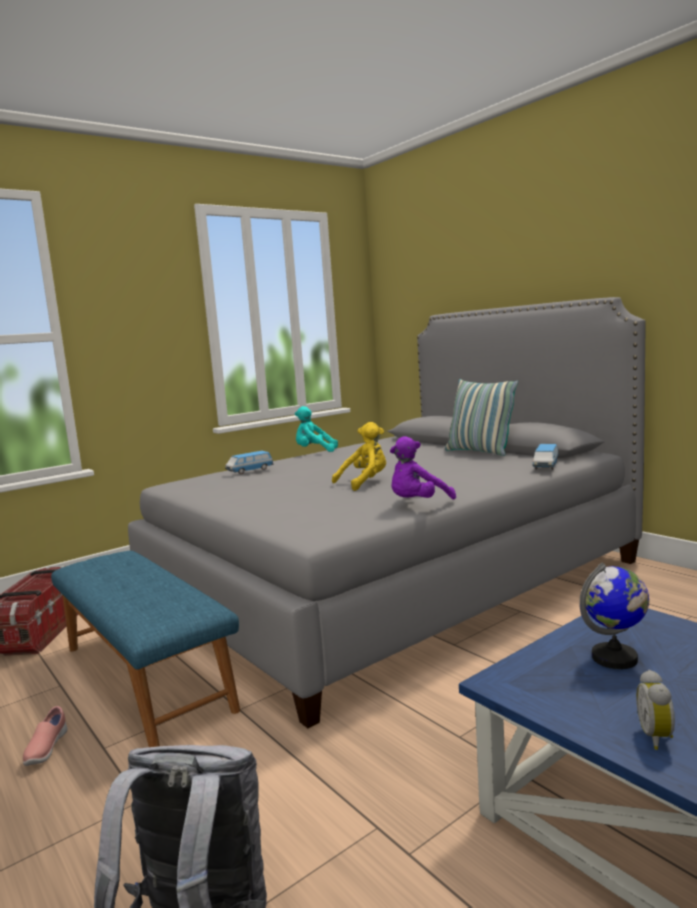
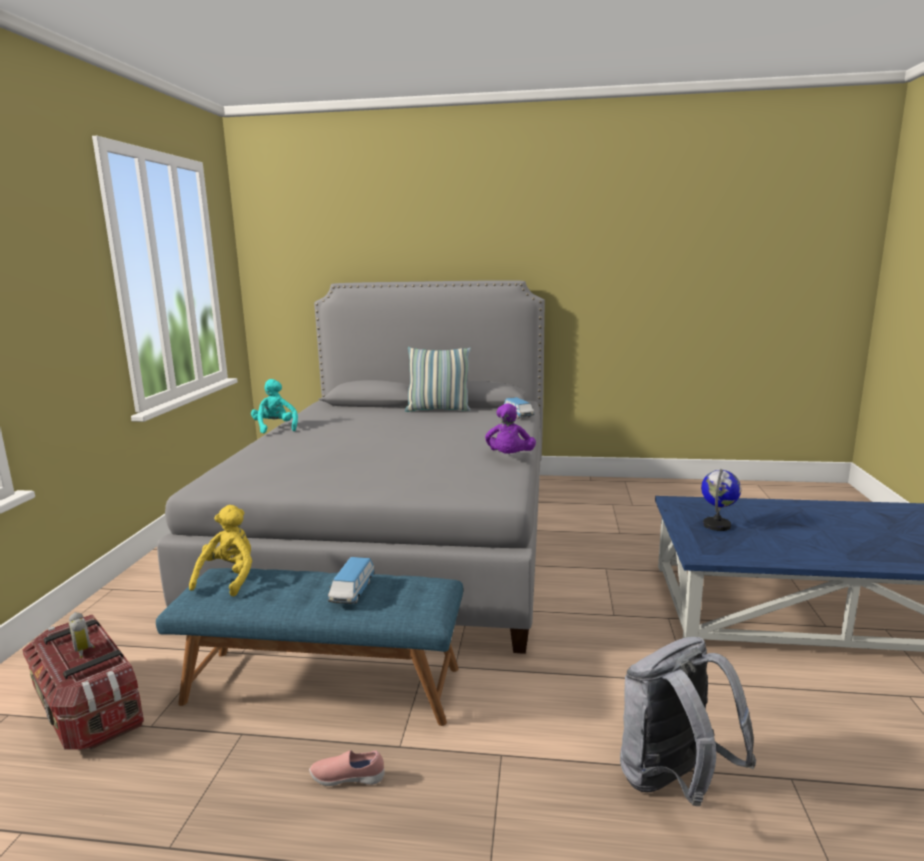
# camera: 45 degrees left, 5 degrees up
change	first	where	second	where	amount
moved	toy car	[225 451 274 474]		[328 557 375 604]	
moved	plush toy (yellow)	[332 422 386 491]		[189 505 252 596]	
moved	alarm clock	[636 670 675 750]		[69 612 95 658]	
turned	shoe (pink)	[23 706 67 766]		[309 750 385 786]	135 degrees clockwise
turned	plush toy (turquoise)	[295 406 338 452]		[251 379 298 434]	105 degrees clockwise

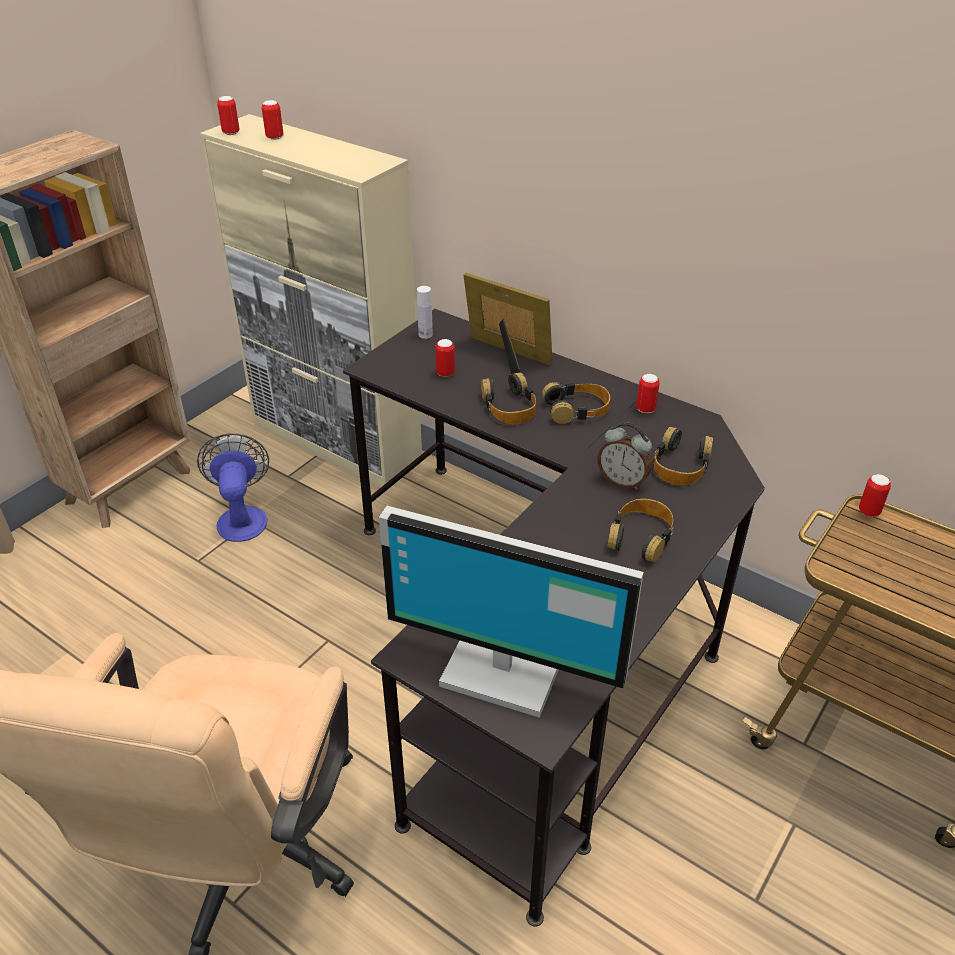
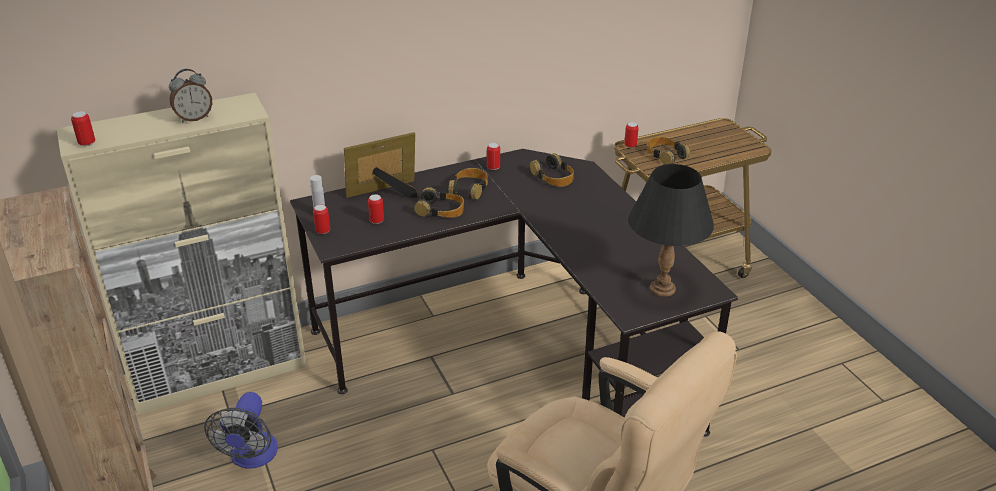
# camera: 60 degrees left, 5 degrees down
change	first	where	second	where	amount
moved	can	[262 100 284 140]		[313 204 330 234]	
moved	alarm clock	[598 422 652 490]		[169 69 212 122]	
moved	headphones	[607 499 674 562]		[647 137 690 165]	
replaced	monitor	[379 506 644 718]	table lamp (black)	[628 164 714 297]	
turned	fan	[197 434 269 542]		[204 392 278 469]	105 degrees counterclockwise

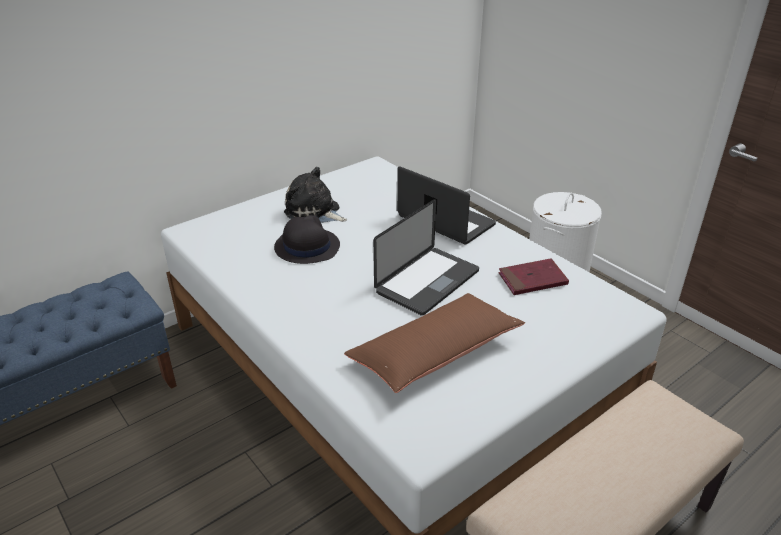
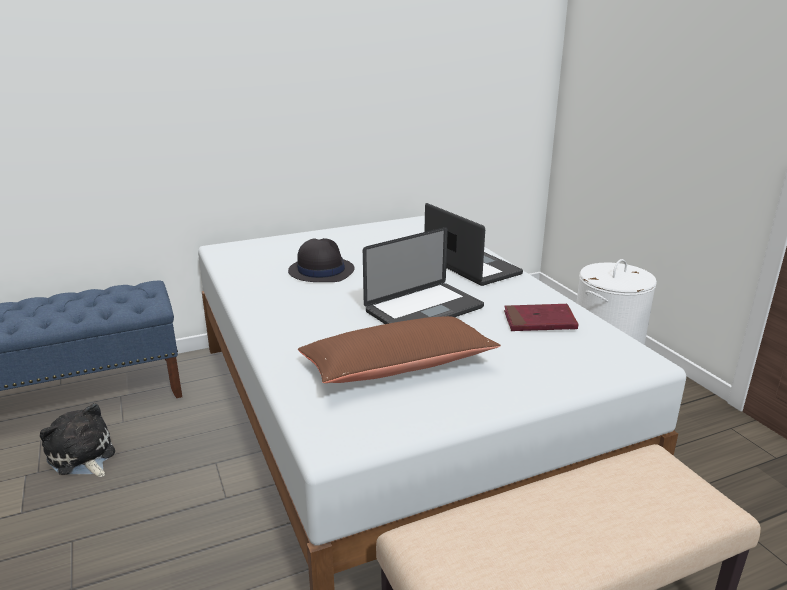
# camera: 15 degrees right, 10 degrees down
change	first	where	second	where	amount
moved	plush toy	[284 167 347 223]		[40 403 115 477]	

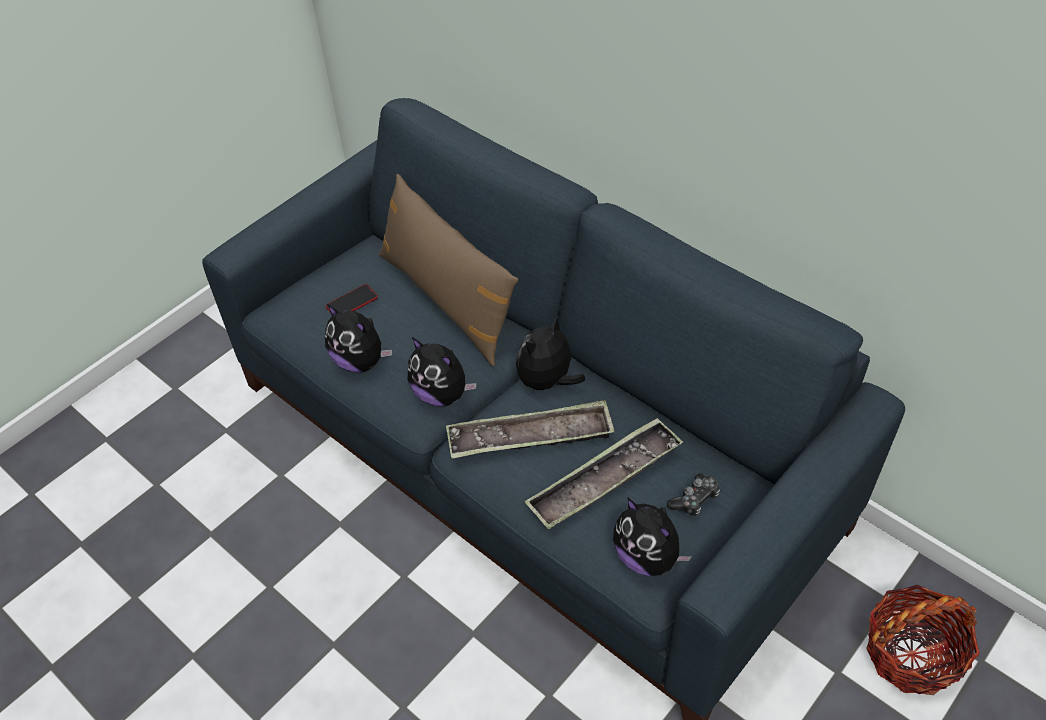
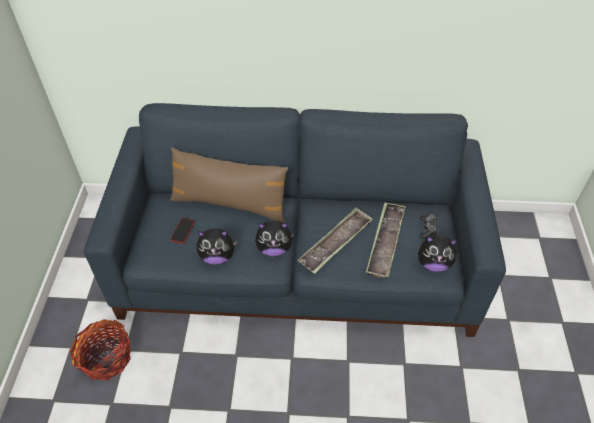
# camera: 40 degrees left, 0 degrees up
change	first	where	second	where	amount
removed	plush toy	[516 315 585 395]			
moved	basket	[866 585 980 695]		[70 319 131 380]	

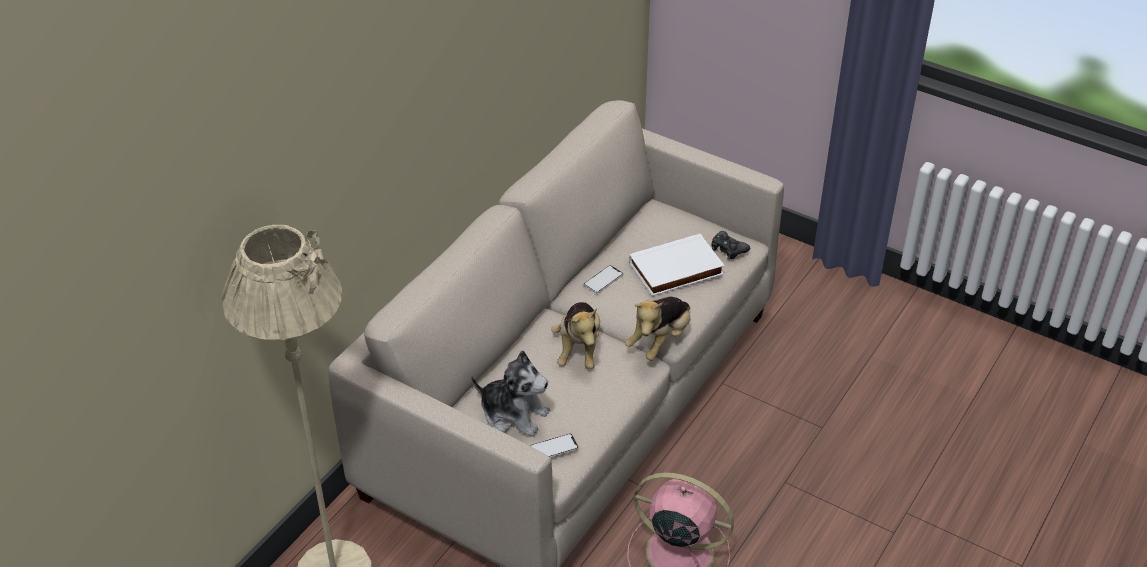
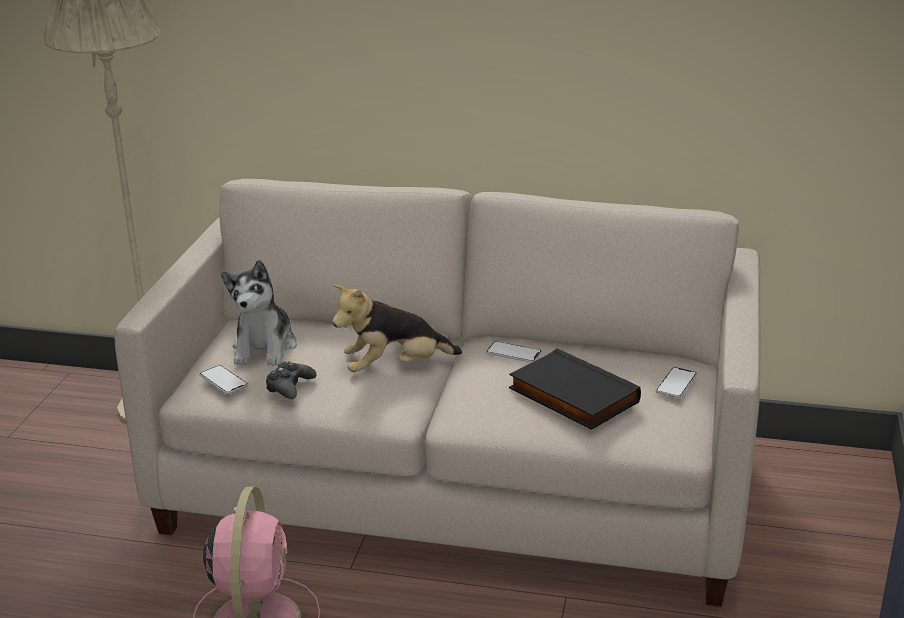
# camera: 70 degrees right, 15 degrees down
change	first	where	second	where	amount
removed	plush toy	[625 297 691 361]			
added			phone	[656 367 697 398]	
moved	game controller (black)	[711 231 750 260]		[266 361 316 399]	
recoloured	book (white)	[629 234 725 296]	book (black)	[509 348 641 430]	

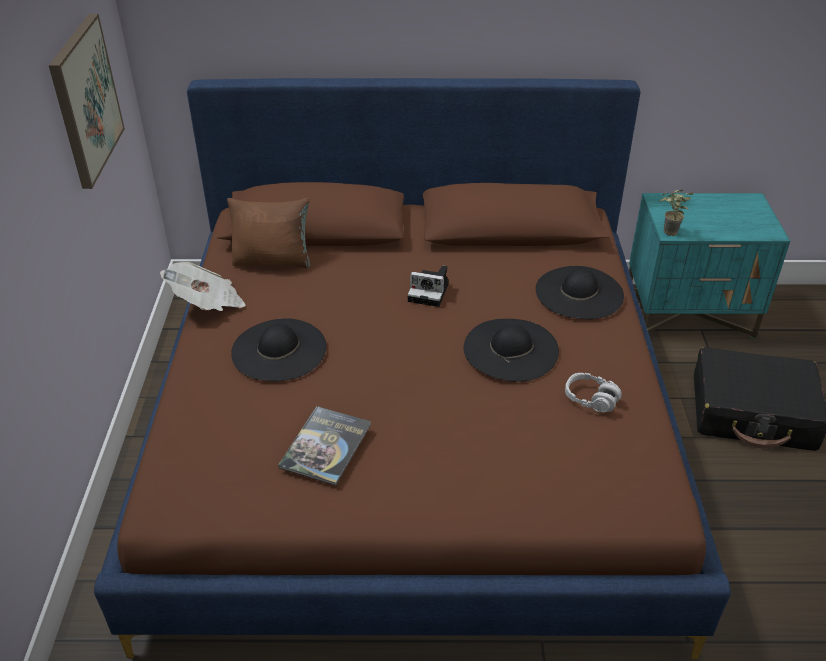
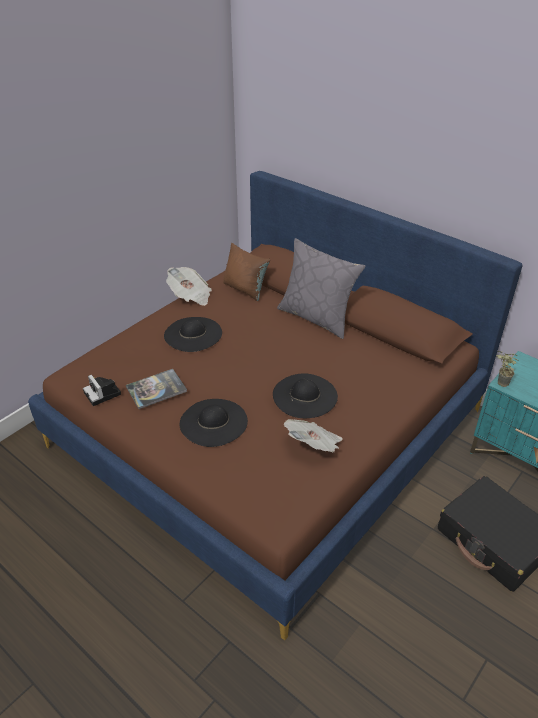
# camera: 40 degrees right, 0 degrees up
change	first	where	second	where	amount
removed	picture	[49 14 125 189]			
added			pillow (grey)	[277 238 365 339]	
moved	photo camera	[407 265 449 307]		[83 374 121 406]	
moved	hat (black)	[536 266 624 319]		[180 399 248 447]	
replaced	headphones (grey)	[565 373 622 412]	newspaper	[284 419 343 453]	

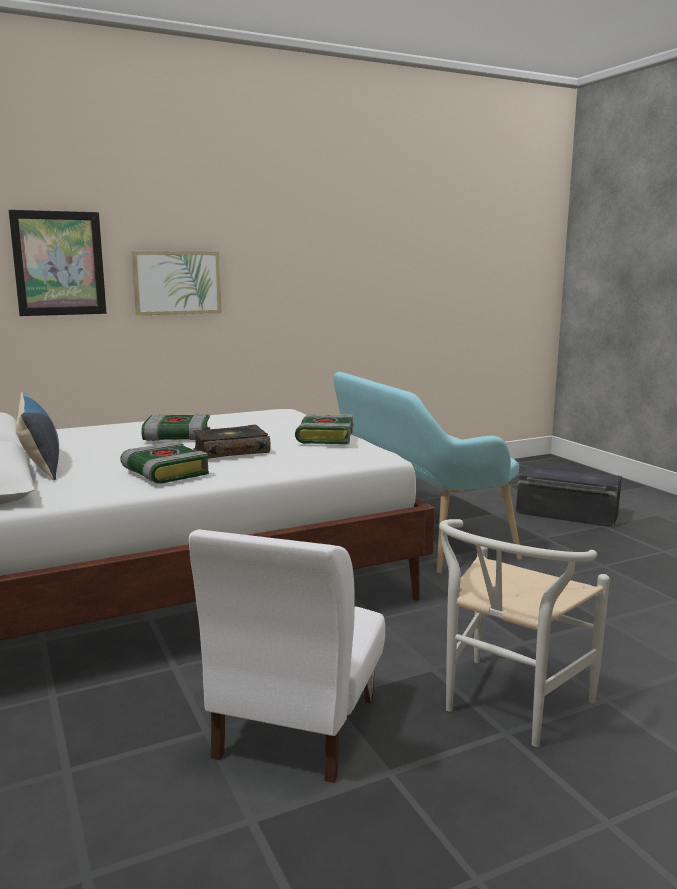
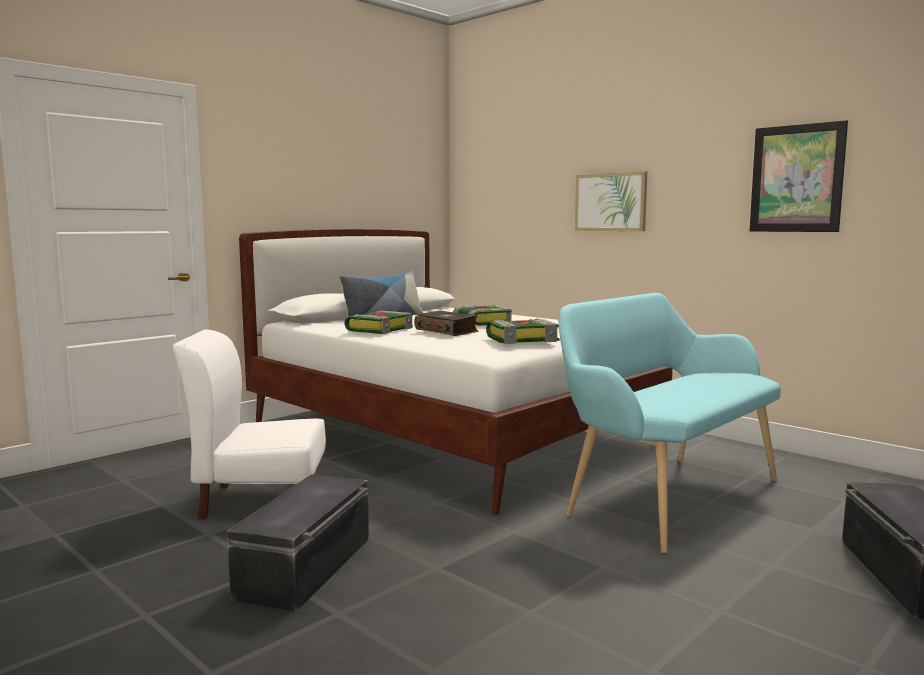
# camera: 70 degrees right, 5 degrees down
change	first	where	second	where	amount
moved	picture	[9 210 107 316]		[750 120 848 232]	
replaced	chair (white)	[439 519 610 747]	storage box (black)	[227 474 369 612]	

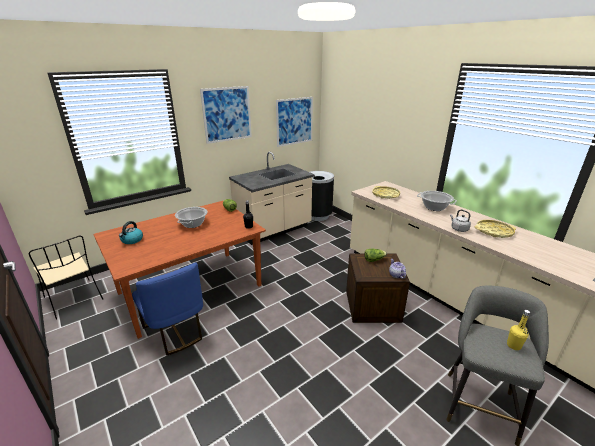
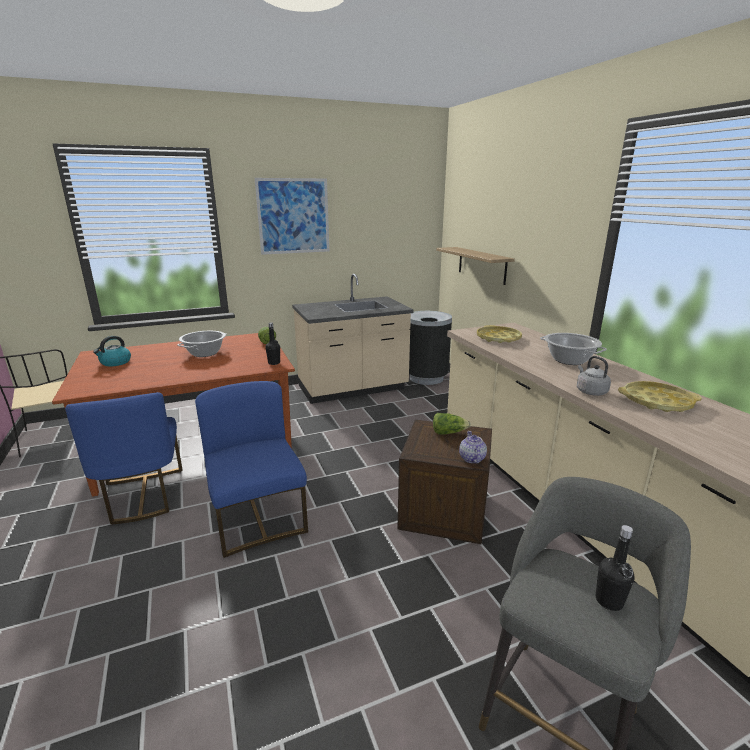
# camera: 15 degrees right, 5 degrees down
change	first	where	second	where	amount
removed	picture	[276 97 313 147]			
added			chair (blue)	[195 381 308 558]	
added			shelf	[436 247 515 285]	
recoloured	bottle (yellow)	[507 310 530 350]	bottle (black)	[596 525 635 611]	

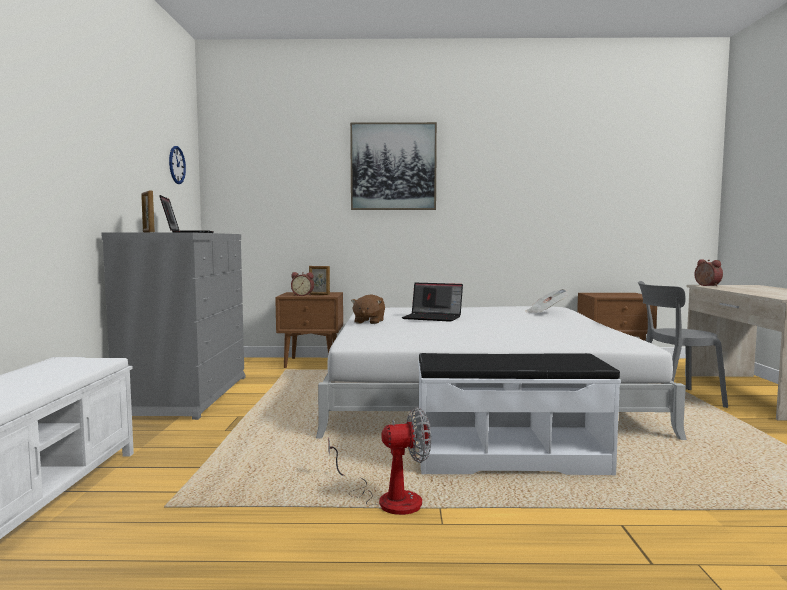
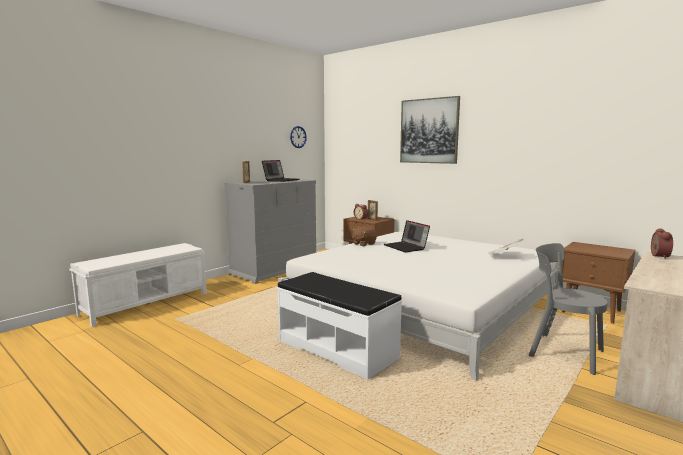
# camera: 40 degrees right, 5 degrees up
change	first	where	second	where	amount
removed	fan	[328 407 431 515]			

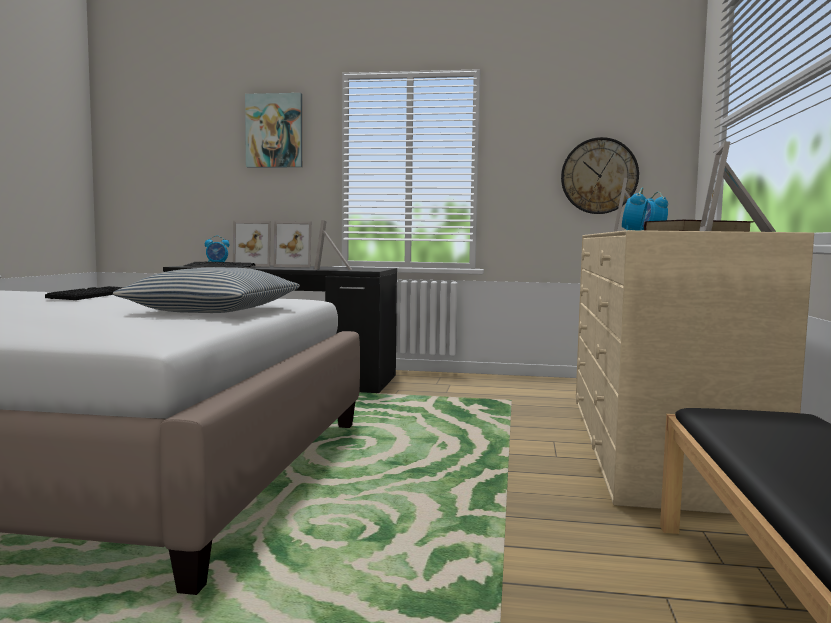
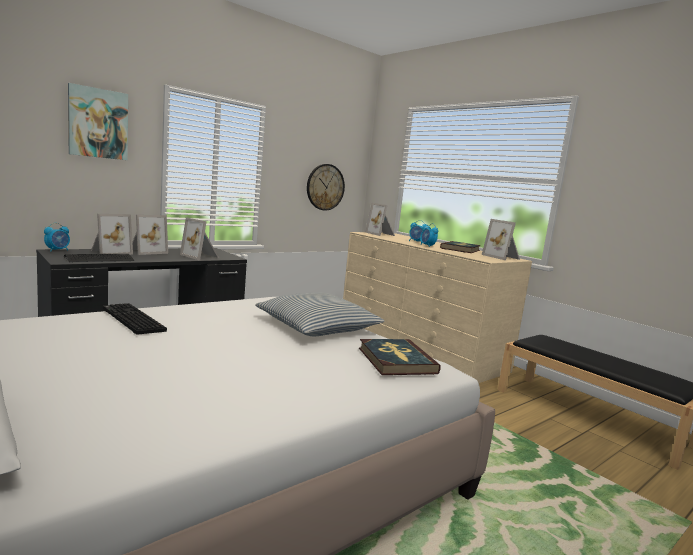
# camera: 50 degrees left, 5 degrees up
change	first	where	second	where	amount
added			book	[359 339 441 375]	

